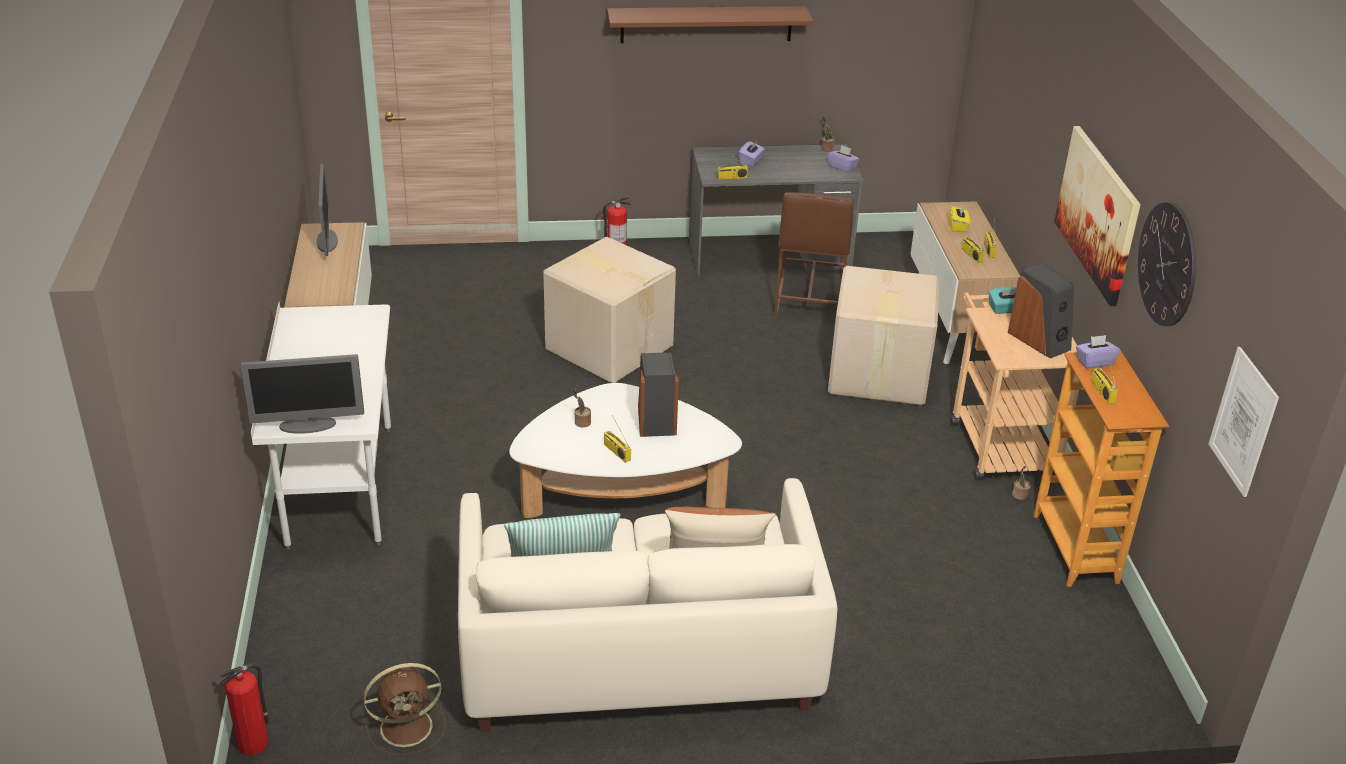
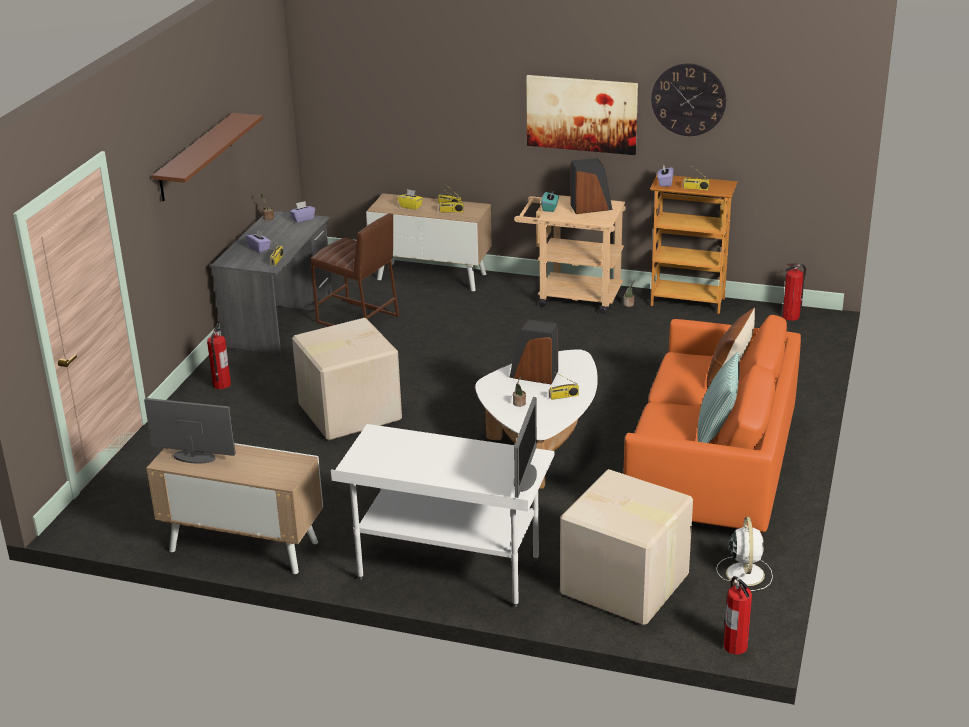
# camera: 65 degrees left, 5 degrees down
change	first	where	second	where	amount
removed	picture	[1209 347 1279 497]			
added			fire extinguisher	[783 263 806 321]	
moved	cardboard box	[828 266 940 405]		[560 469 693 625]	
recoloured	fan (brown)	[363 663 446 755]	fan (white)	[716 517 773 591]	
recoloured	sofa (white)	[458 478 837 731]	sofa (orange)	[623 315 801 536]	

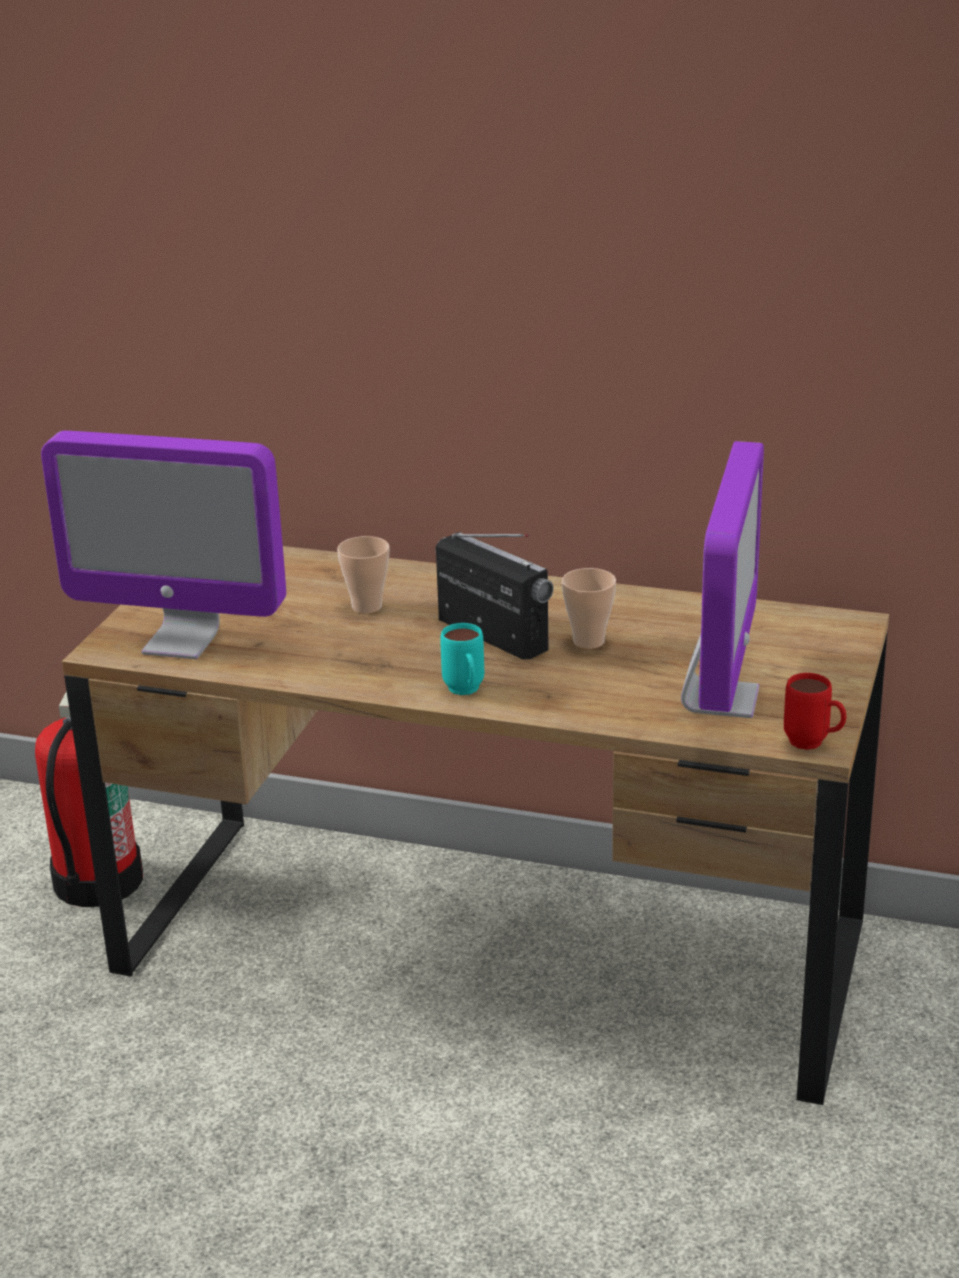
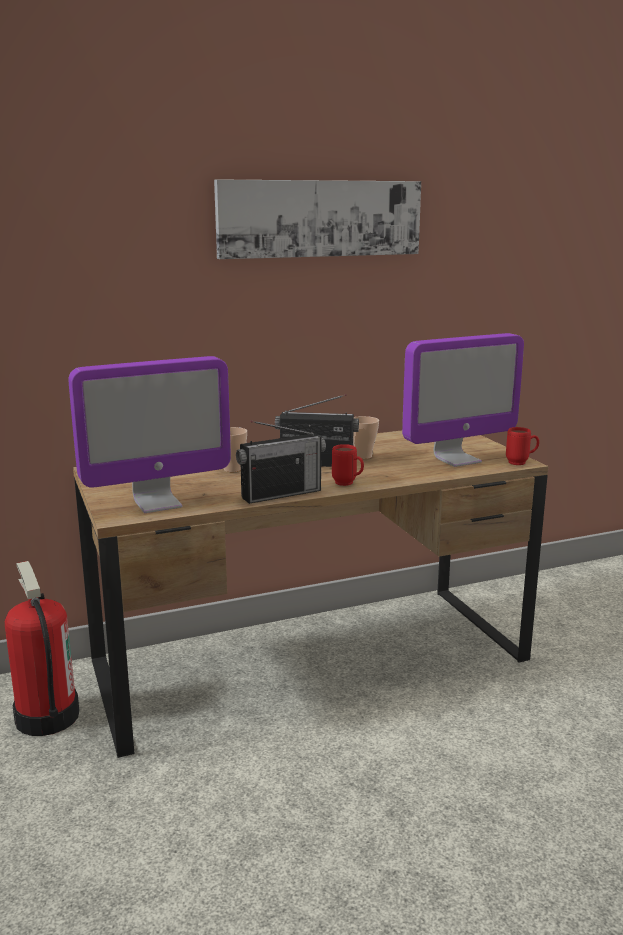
# camera: 40 degrees left, 10 degrees down
change	first	where	second	where	amount
added			picture	[214 179 421 259]	
added			radio	[236 421 326 504]	
recoloured	mug (turquoise)	[440 623 484 695]	mug (red)	[332 444 364 486]	
turned	monitor	[681 441 764 718]		[402 333 524 467]	90 degrees clockwise

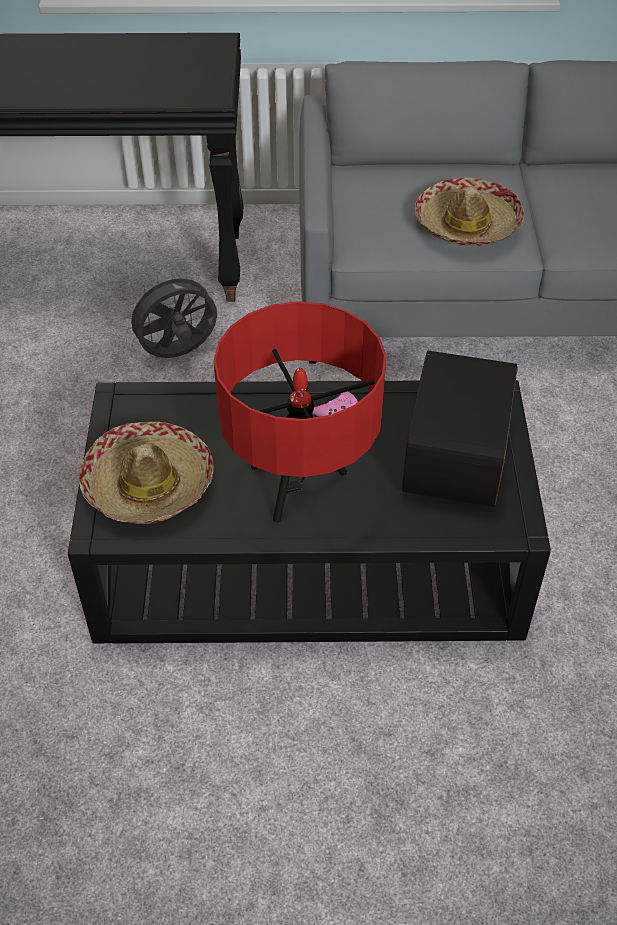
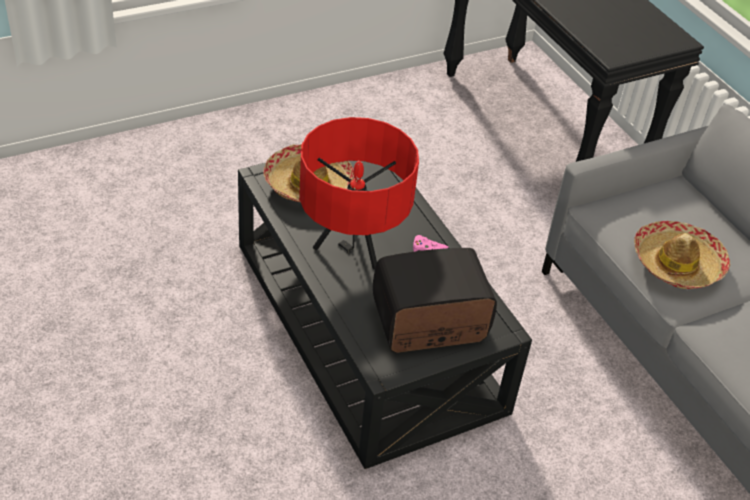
# camera: 60 degrees right, 5 degrees down
change	first	where	second	where	amount
removed	fan (grey)	[124 271 217 358]			

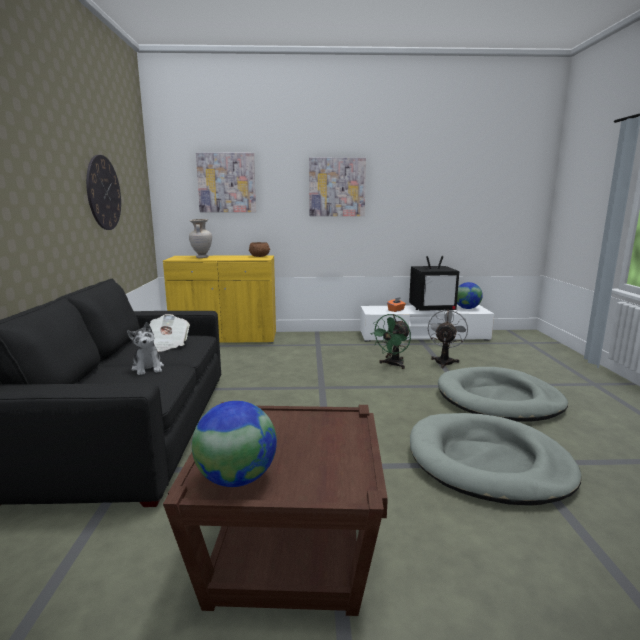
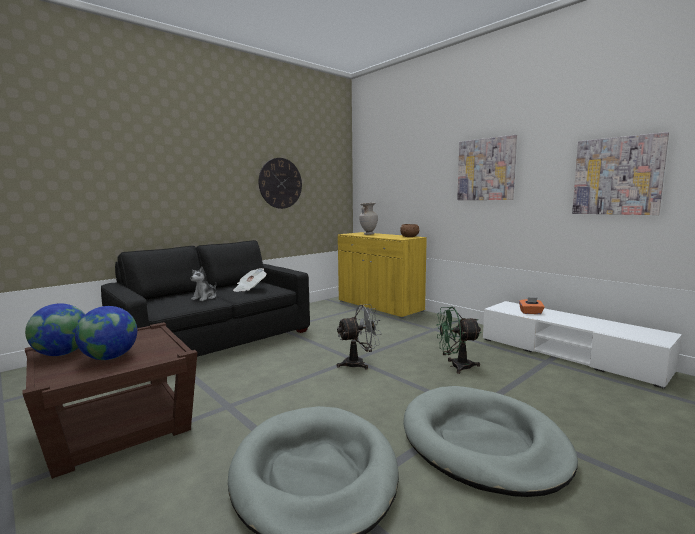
# camera: 50 degrees right, 5 degrees down
change	first	where	second	where	amount
removed	television	[409 256 459 311]			
moved	picture	[196 153 256 212]		[572 132 669 215]	
moved	fan (grey)	[428 309 468 368]		[337 304 381 370]	
moved	globe	[457 282 483 309]		[75 306 137 360]	

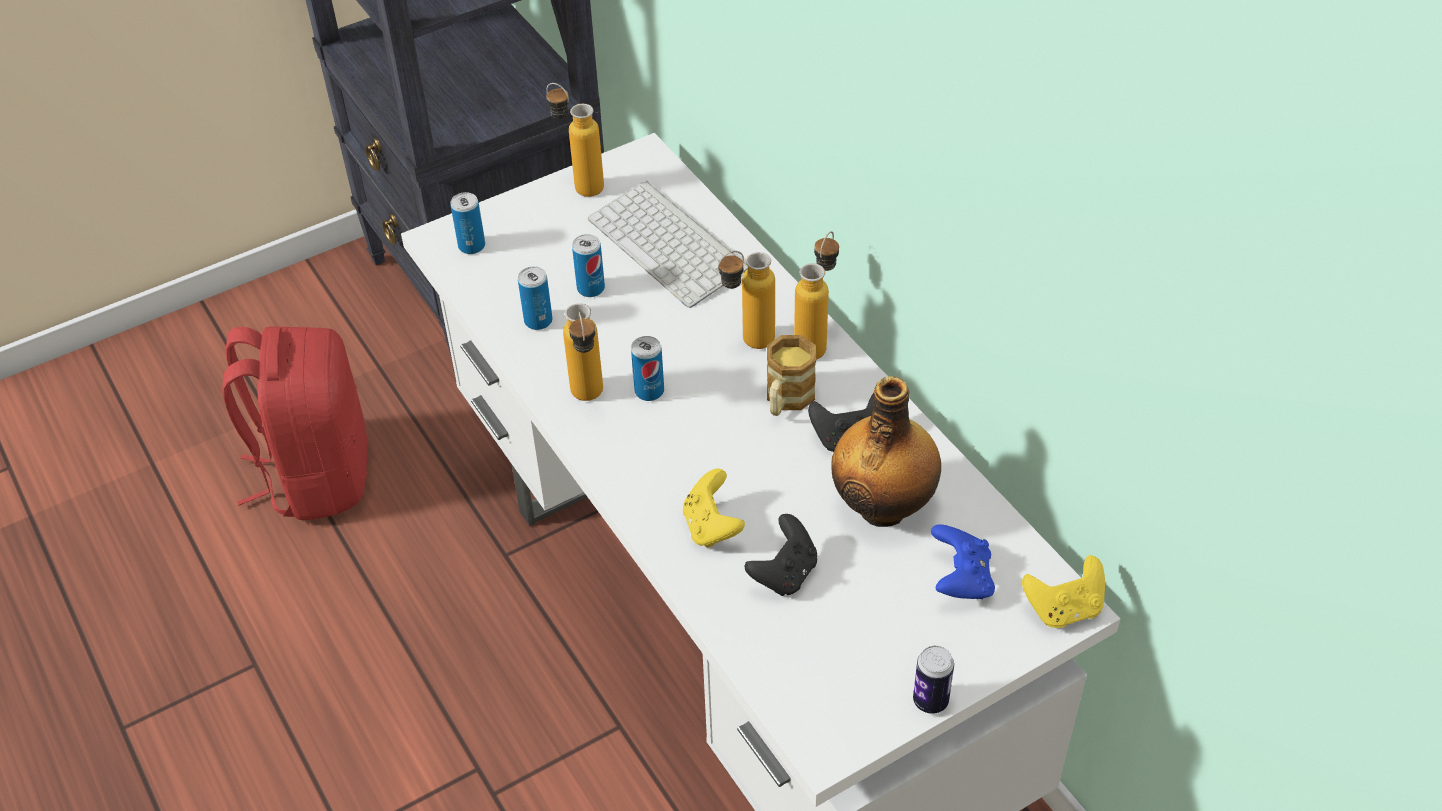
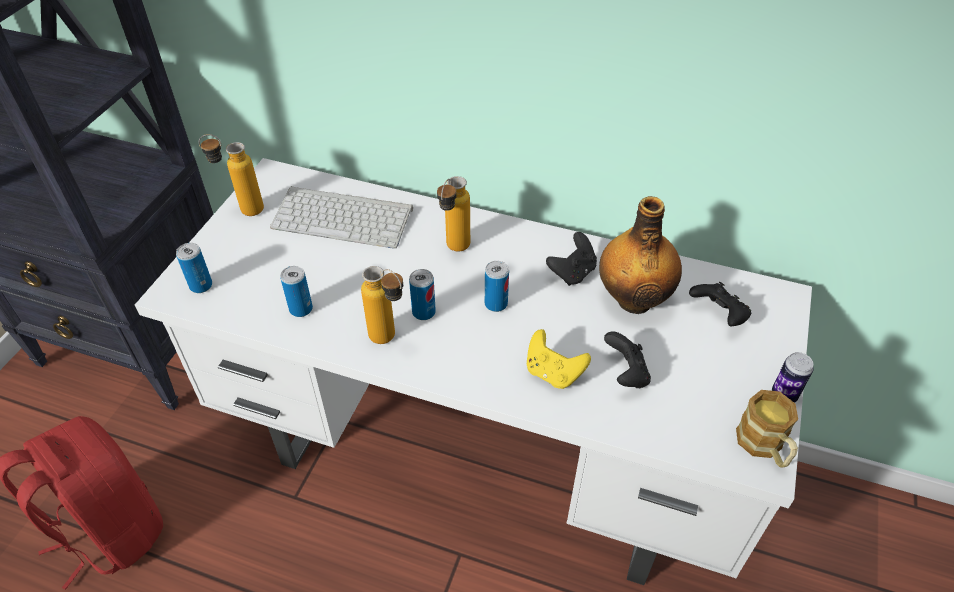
# camera: 40 degrees left, 0 degrees up
change	first	where	second	where	amount
removed	bottle	[794 231 839 360]			
removed	game controller (yellow)	[1022 555 1105 628]			
moved	can	[572 234 605 297]		[485 261 509 312]	
moved	mug	[767 335 816 416]		[736 390 798 468]	
recoloured	game controller (blue)	[931 524 995 599]	game controller (black)	[689 282 751 327]	

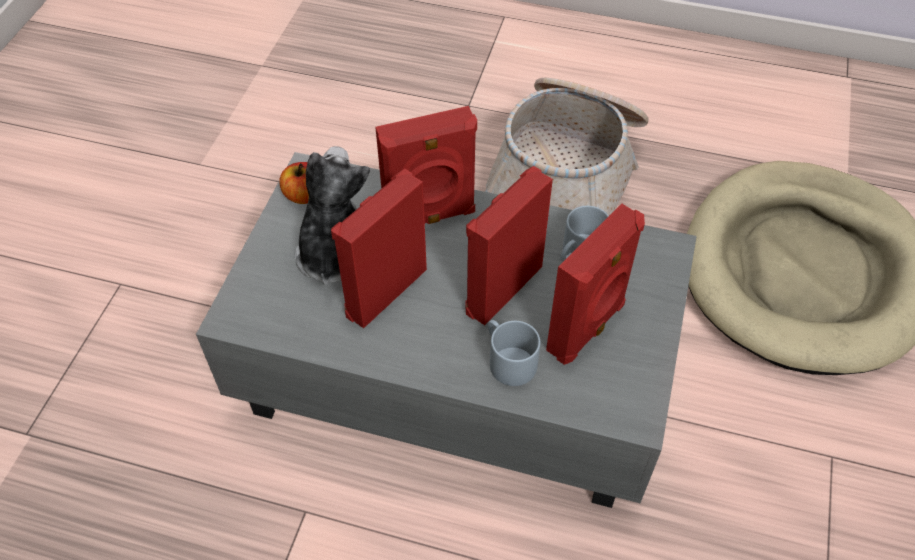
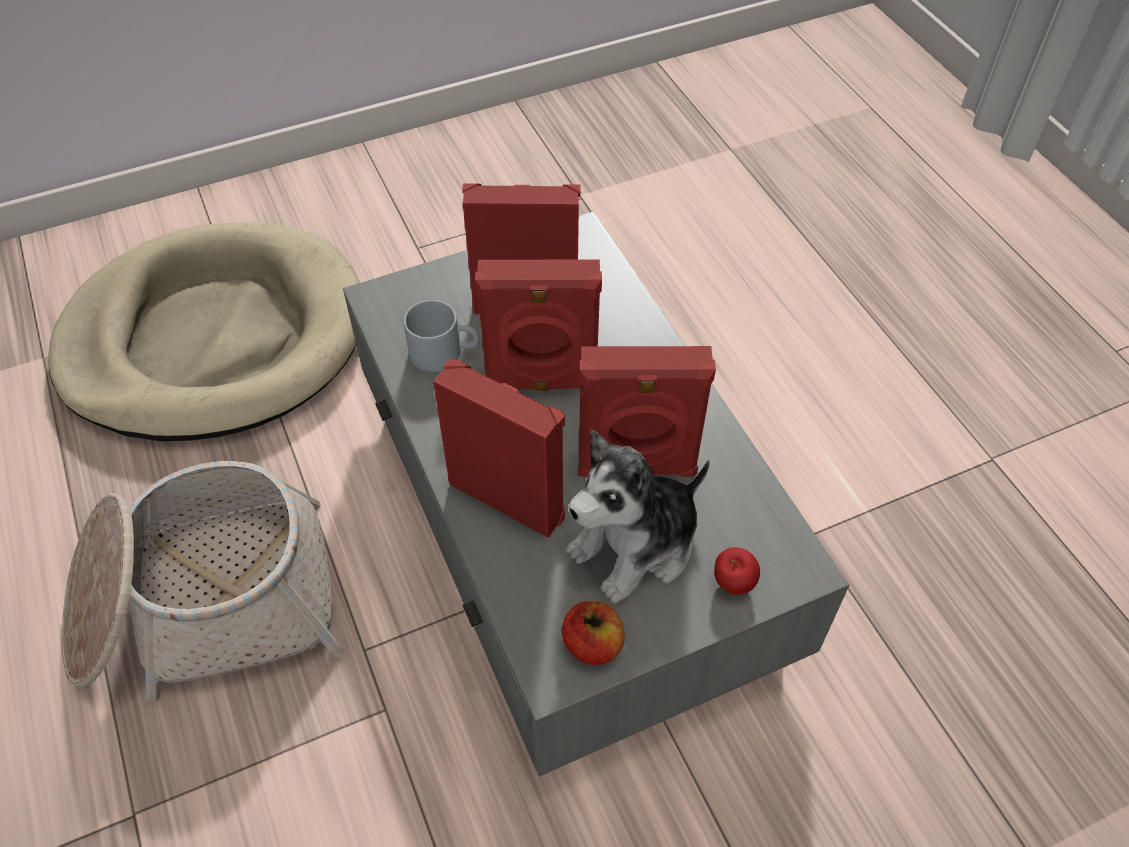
# camera: 130 degrees left, 0 degrees up
change	first	where	second	where	amount
removed	mug (grey)	[488 320 541 386]			
added			apple	[714 547 760 595]	

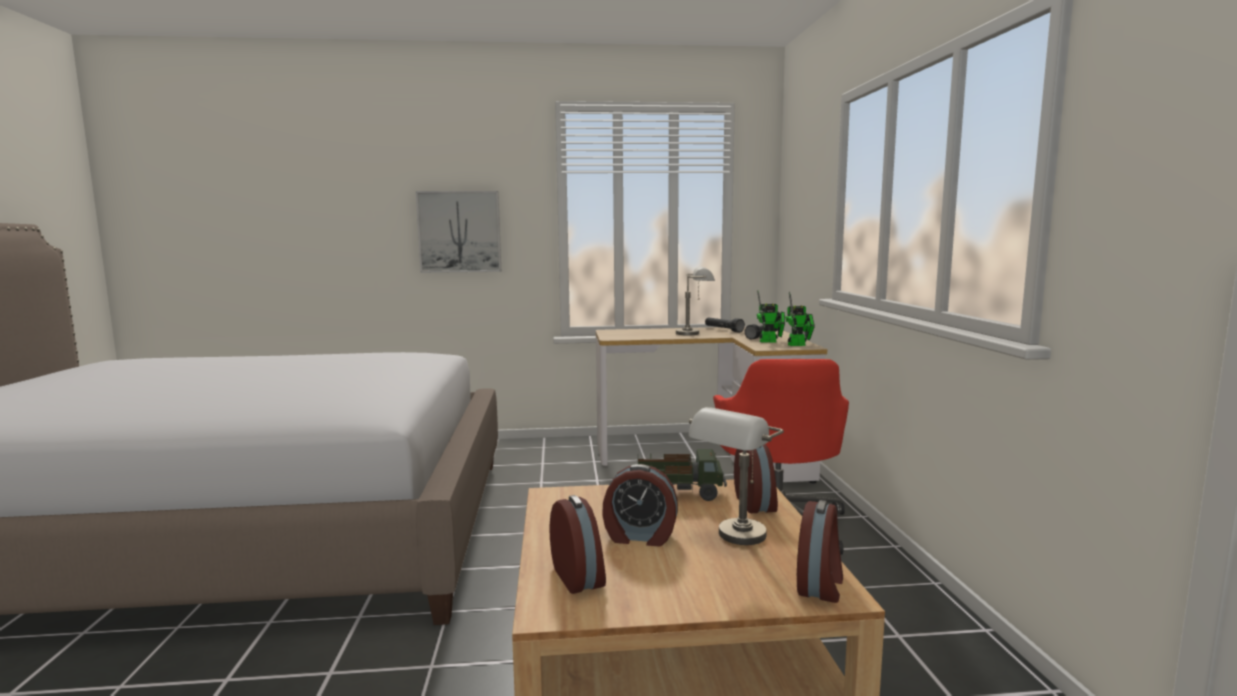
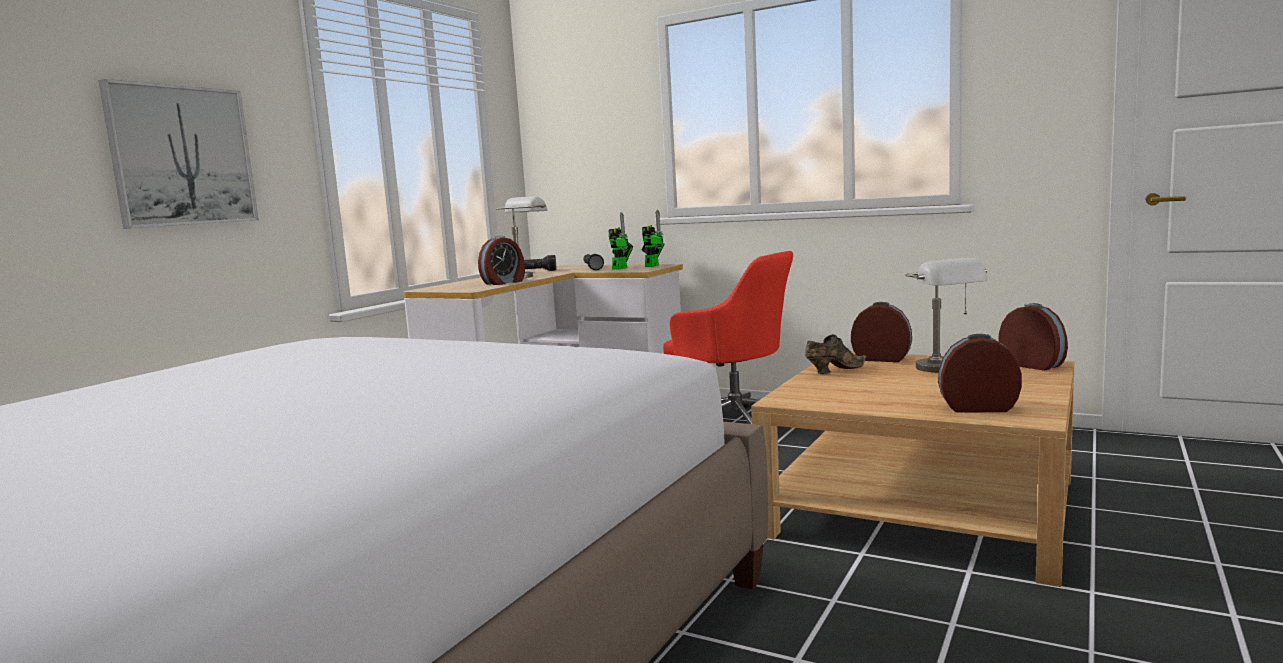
# camera: 55 degrees left, 0 degrees up
change	first	where	second	where	amount
moved	alarm clock	[602 464 678 546]		[478 236 525 285]	
replaced	toy truck	[638 449 727 501]	shoe (brown)	[805 334 866 374]	

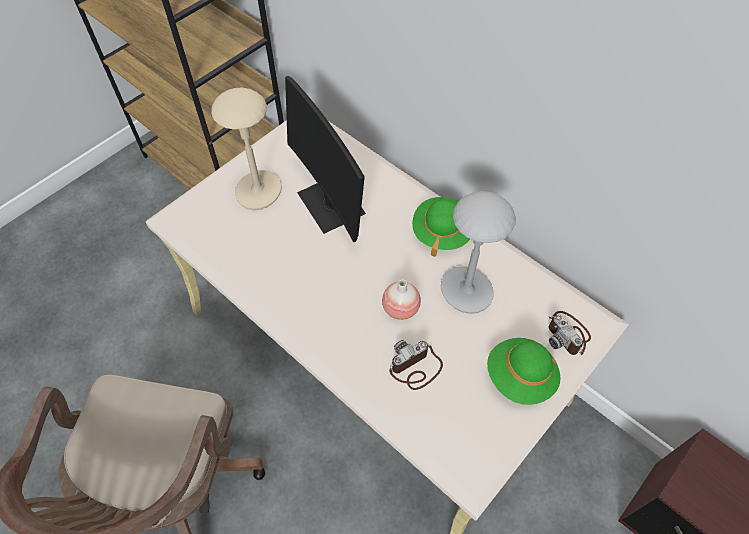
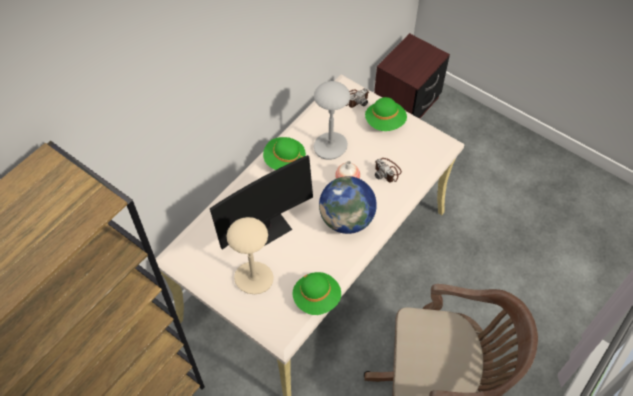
# camera: 95 degrees left, 0 degrees up
change	first	where	second	where	amount
added			hat (green)	[293 272 341 315]	
added			globe	[319 176 377 234]	

